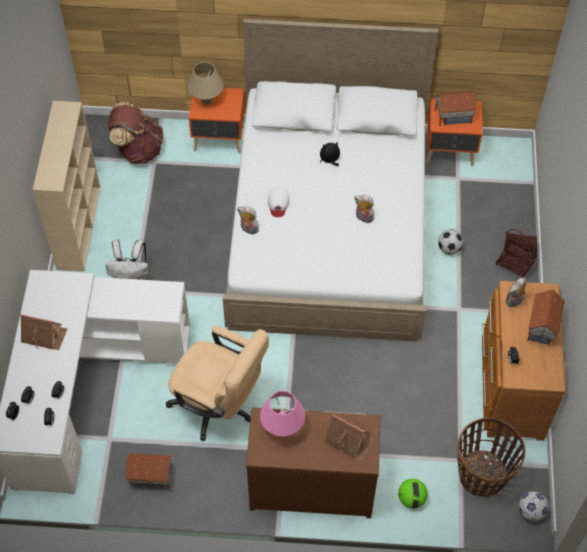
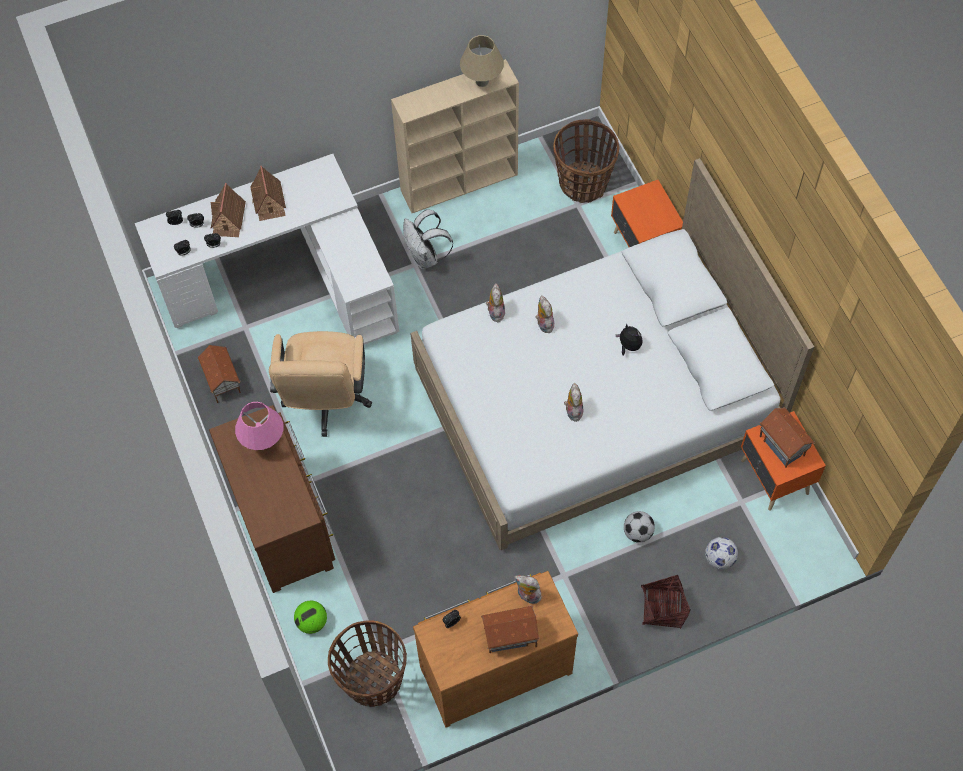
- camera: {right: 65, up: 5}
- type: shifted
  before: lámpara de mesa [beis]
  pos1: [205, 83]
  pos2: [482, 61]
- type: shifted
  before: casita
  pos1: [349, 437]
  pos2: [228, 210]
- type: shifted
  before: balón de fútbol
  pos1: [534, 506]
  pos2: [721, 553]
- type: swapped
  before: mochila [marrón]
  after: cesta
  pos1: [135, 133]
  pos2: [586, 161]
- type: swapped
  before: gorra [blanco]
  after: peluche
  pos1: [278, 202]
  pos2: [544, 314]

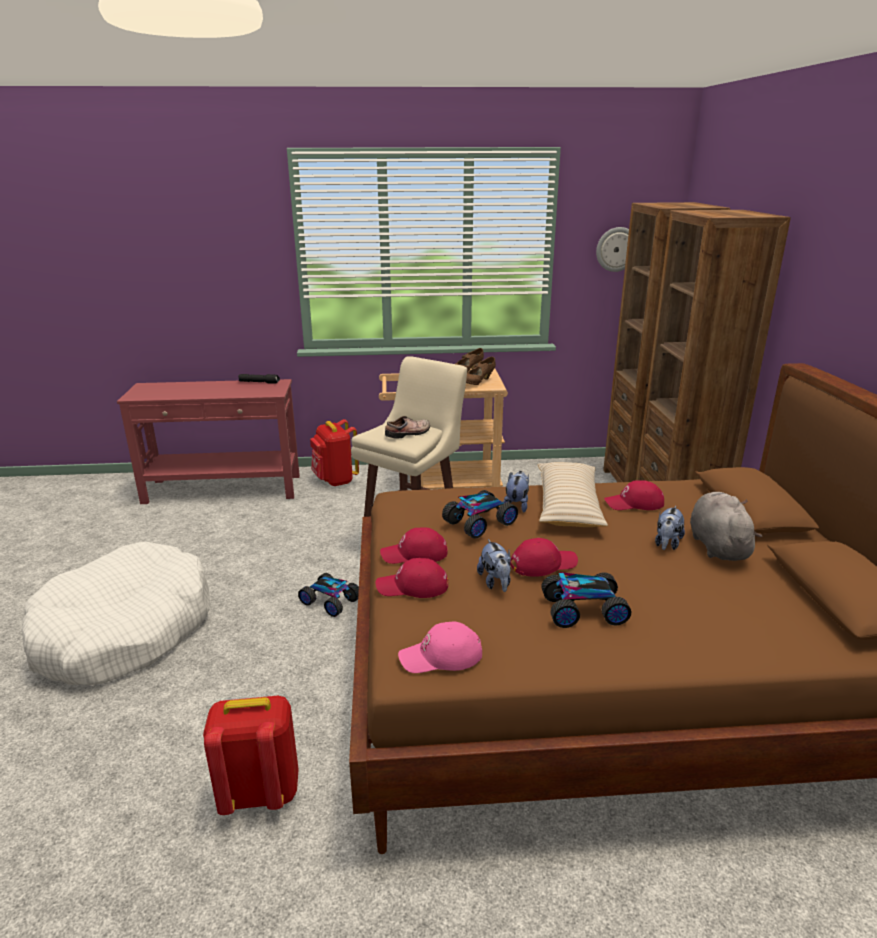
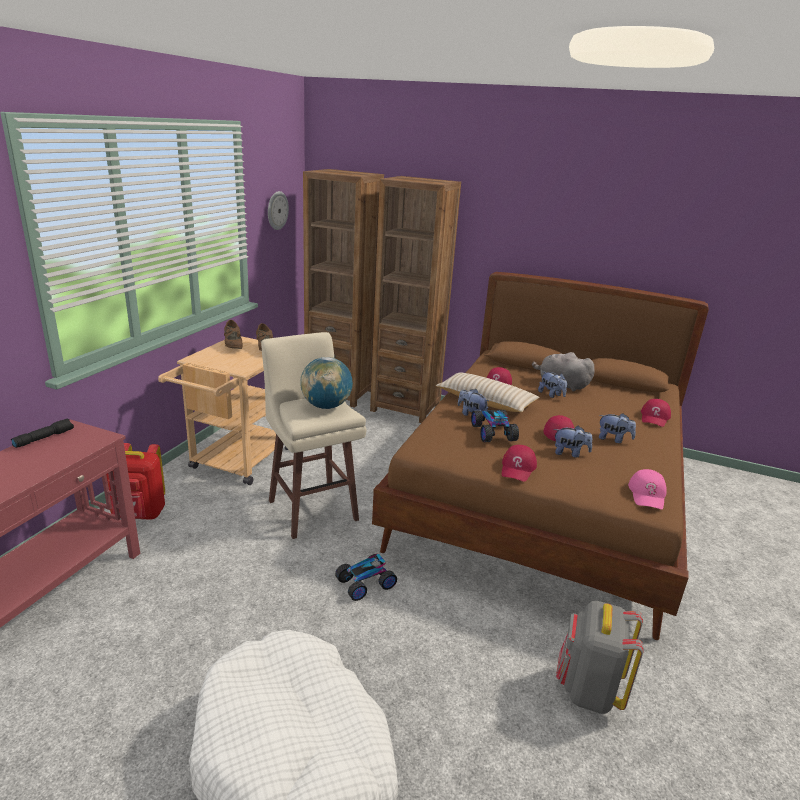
- camera: {right: -65, up: 0}
- type: shifted
  before: gorra [rojo]
  pos1: [412, 578]
  pos2: [656, 413]
- type: swapped
  before: zapato
  after: globo terráqueo
  pos1: [407, 427]
  pos2: [326, 383]
- type: swapped
  before: coche de juguete
  after: peluche
  pos1: [586, 600]
  pos2: [617, 428]
- type: repainted
  before: mochila [rojo]
  after: mochila [gris]
  pos1: [251, 755]
  pos2: [600, 657]

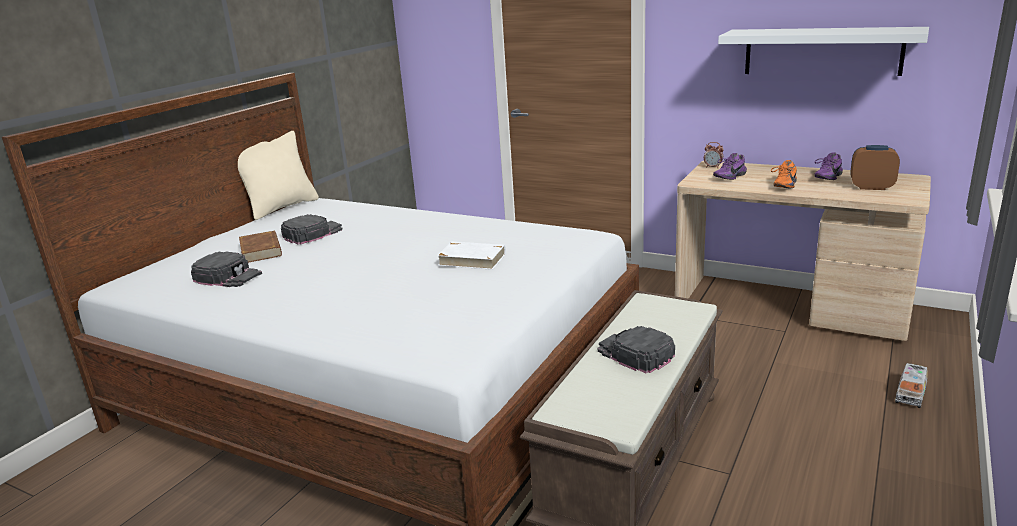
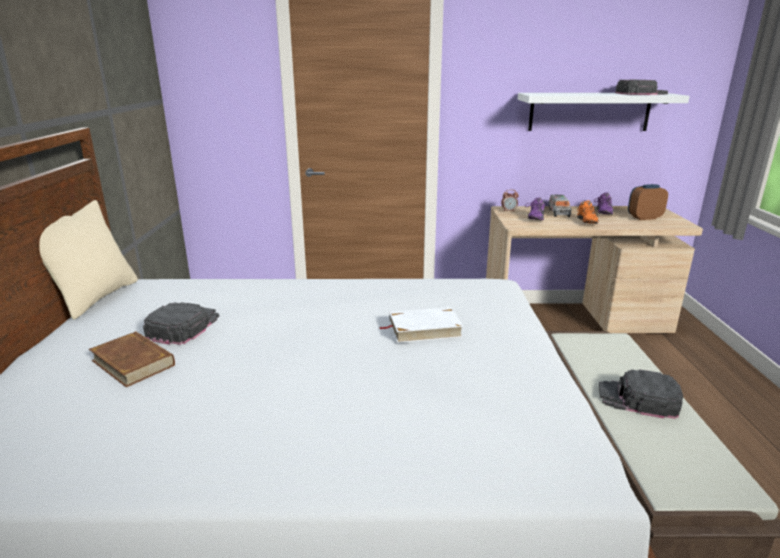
- camera: {right: -30, up: 0}
- type: shifted
  before: gorra [negro]
  pos1: [226, 269]
  pos2: [641, 87]
- type: shifted
  before: camión de juguete
  pos1: [911, 385]
  pos2: [559, 206]

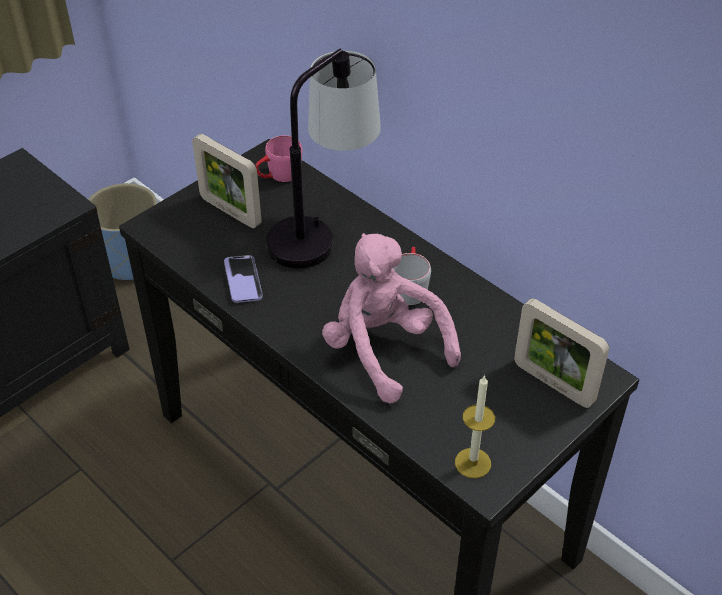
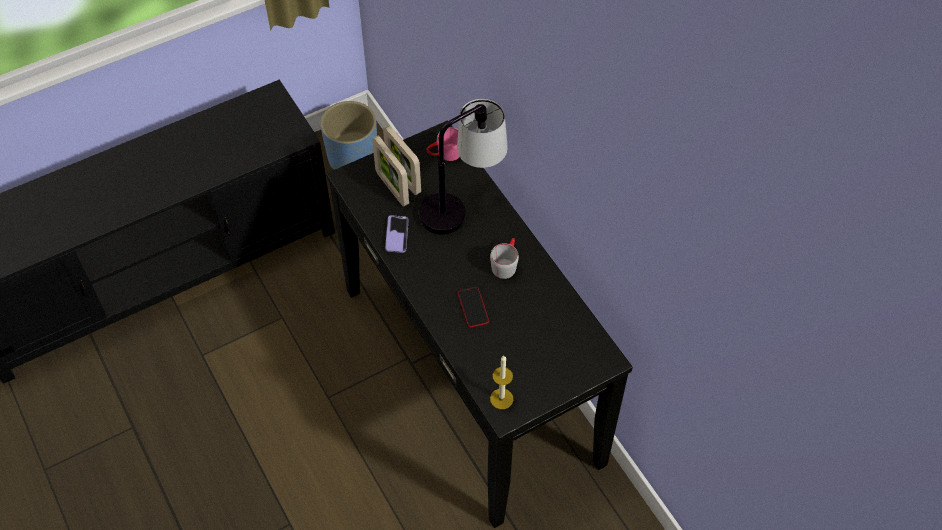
- camera: {right: 15, up: 10}
- type: shifted
  before: portarretratos
  pos1: [561, 353]
  pos2: [390, 171]
- type: swapped
  before: peluche [rosa]
  after: móvil
  pos1: [391, 318]
  pos2: [473, 307]

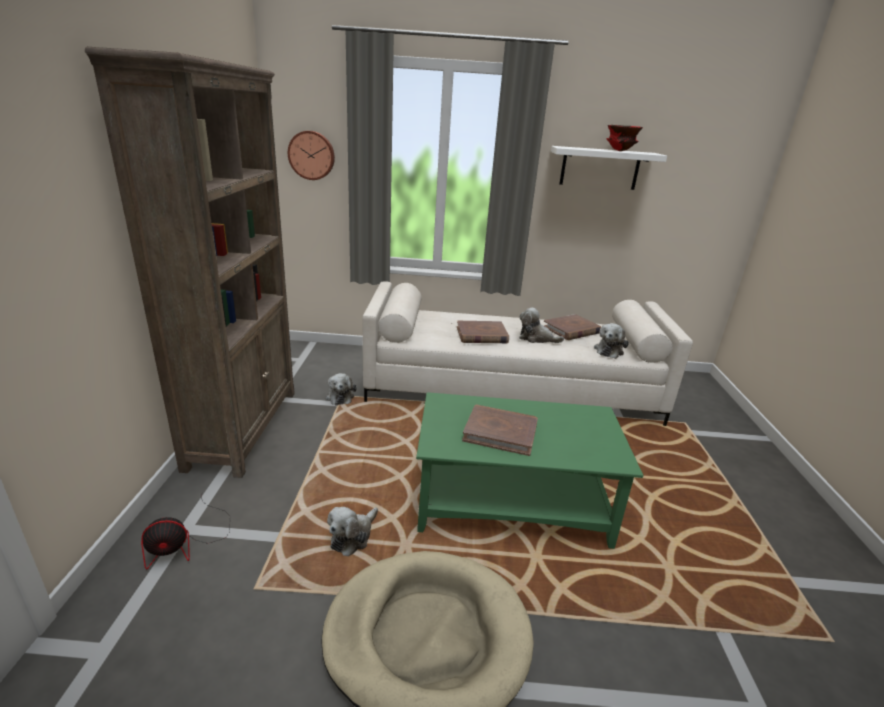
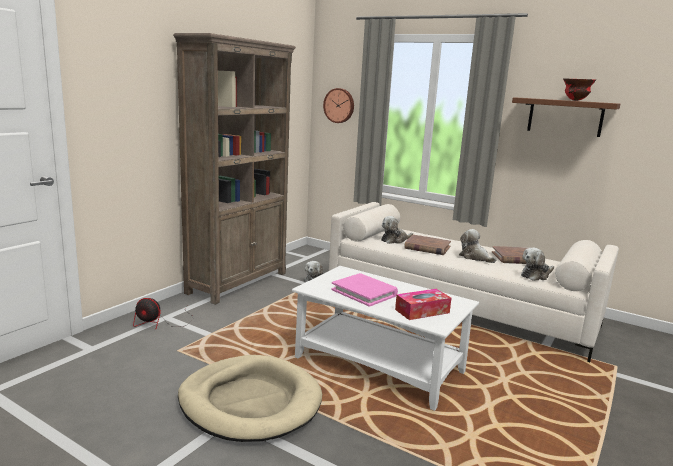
- camera: {right: 30, up: -10}
- type: new
  after: caja de pañuelos
  pos2: [423, 304]
- type: shifted
  before: peluche
  pos1: [352, 531]
  pos2: [397, 230]
- type: repainted
  before: mesa de centro [verde]
  after: mesa de centro [blanco]
  pos1: [529, 470]
  pos2: [385, 338]
- type: repainted
  before: libro [marrón]
  after: libro [rosa]
  pos1: [500, 430]
  pos2: [364, 290]
- type: repainted
  before: estante [blanco]
  after: estante [marrón]
  pos1: [609, 168]
  pos2: [566, 117]

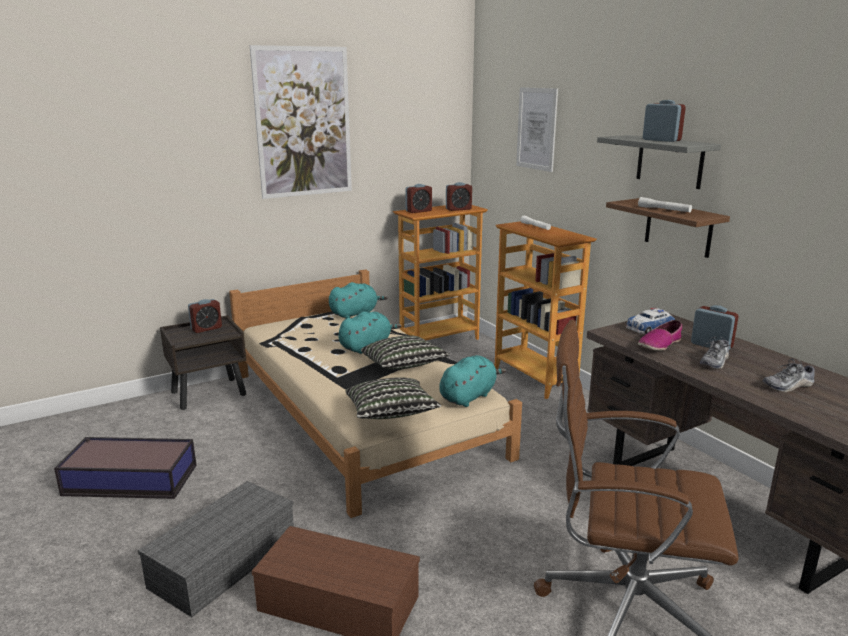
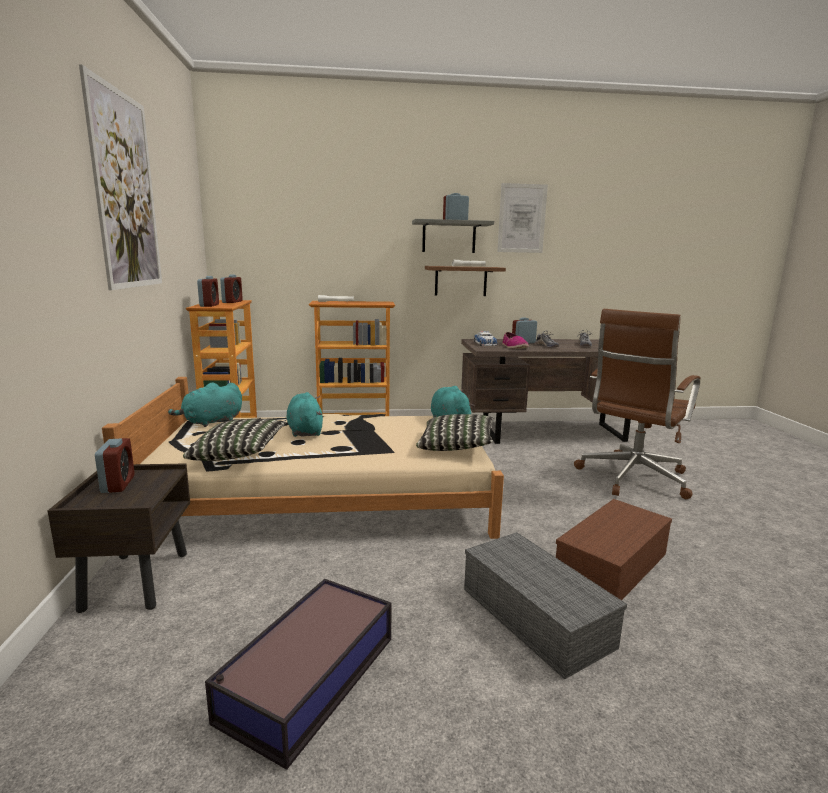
- camera: {right: -65, up: -5}
- type: shifted
  before: cojín
  pos1: [405, 352]
  pos2: [234, 440]
- type: shifted
  before: cuadro
  pos1: [537, 129]
  pos2: [522, 218]
- type: rotated
  before: peluche [turquesa]
  pos1: [358, 300]
  pos2: [205, 404]
  turn: -120

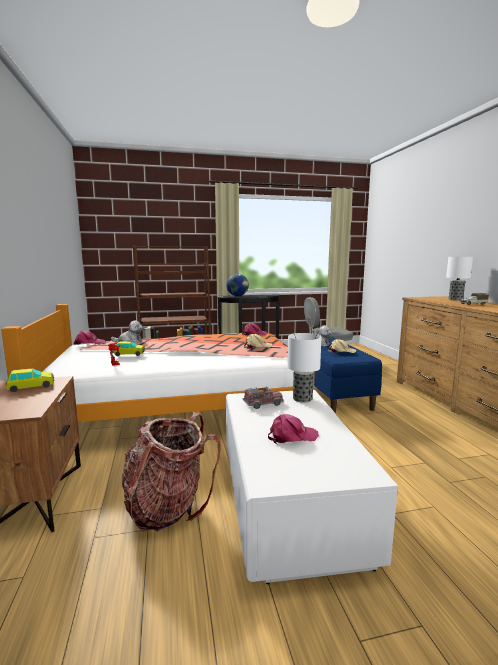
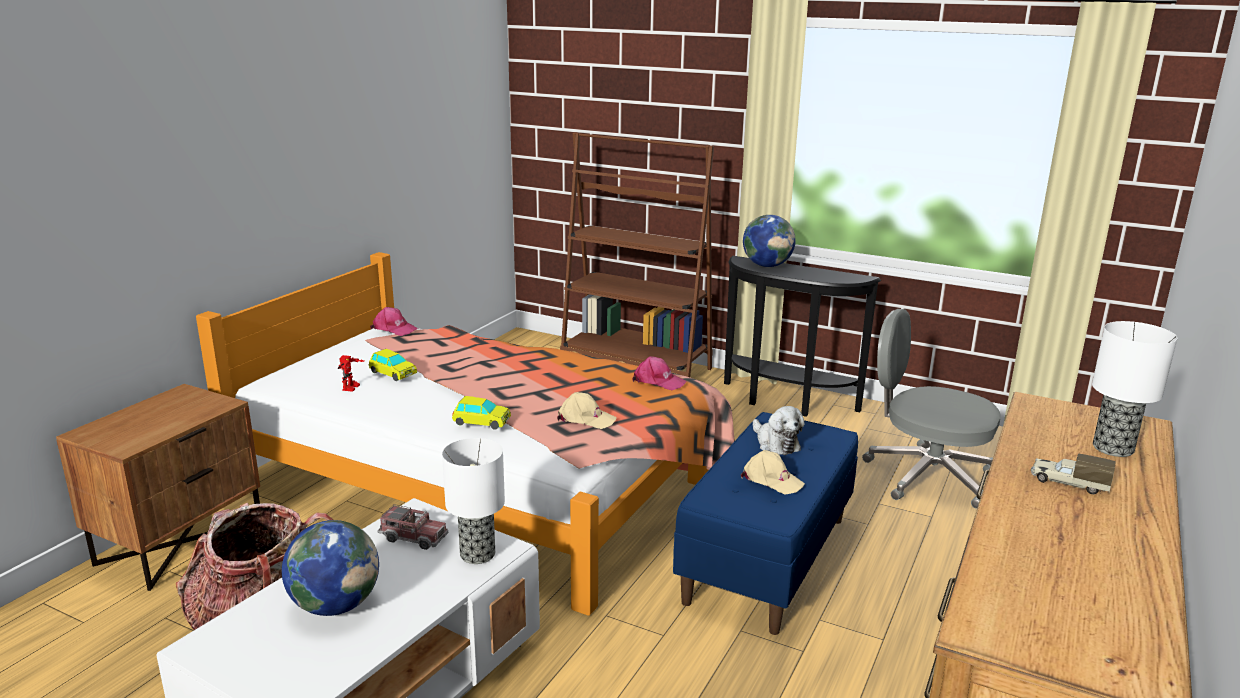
- camera: {right: 40, up: 10}
- type: gone
  before: peluche
  pos1: [127, 331]
- type: shifted
  before: coche de juguete
  pos1: [30, 380]
  pos2: [481, 413]
- type: swapped
  before: gorra [rosa]
  after: globo terráqueo
  pos1: [293, 429]
  pos2: [330, 568]

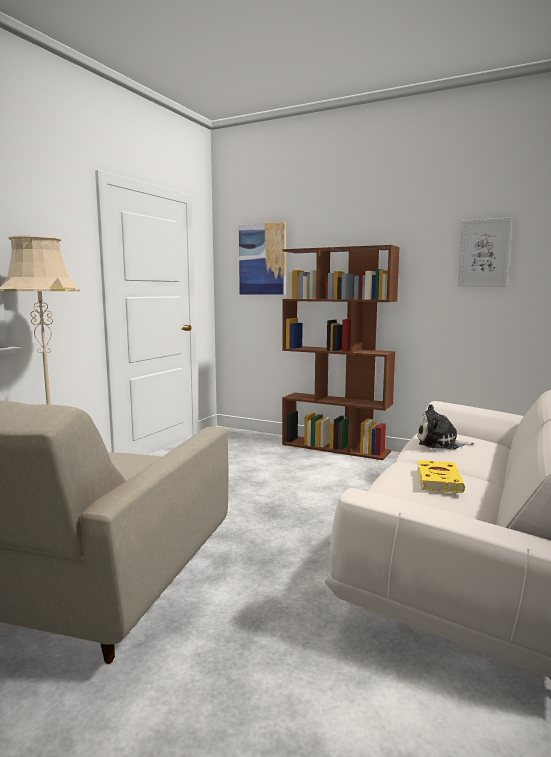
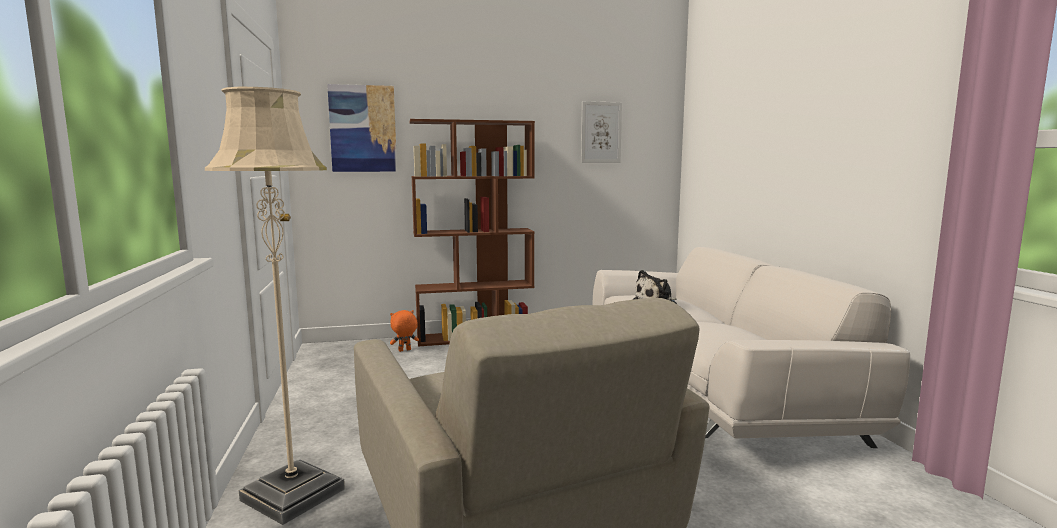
- camera: {right: -40, up: 0}
- type: gone
  before: libro [amarillo]
  pos1: [441, 476]
- type: new
  after: peluche [naranja]
  pos2: [404, 331]

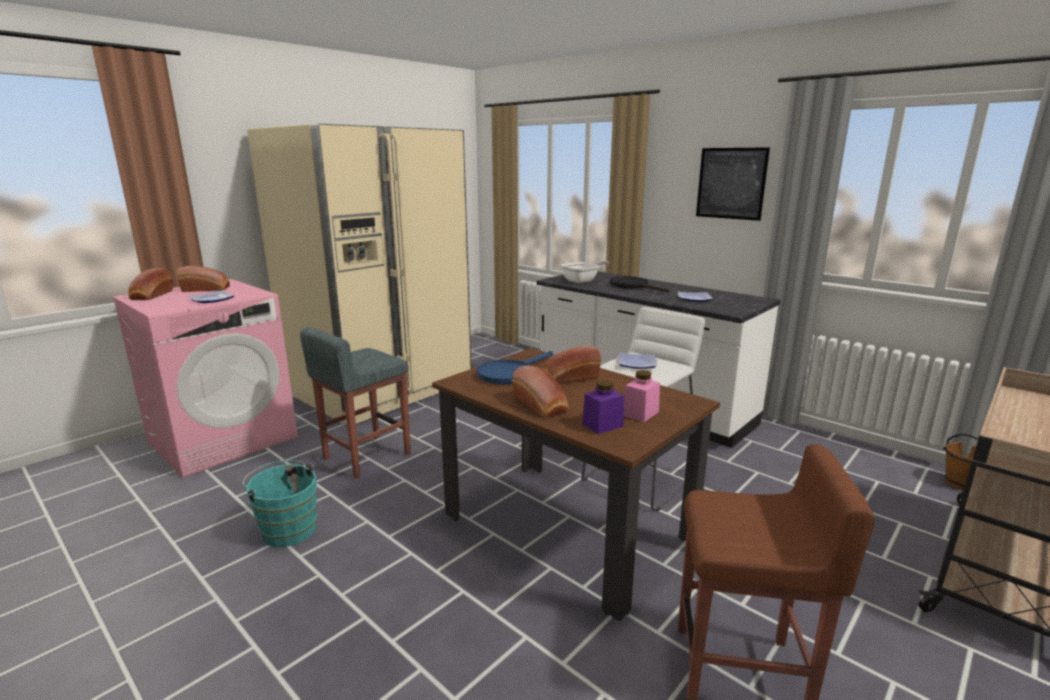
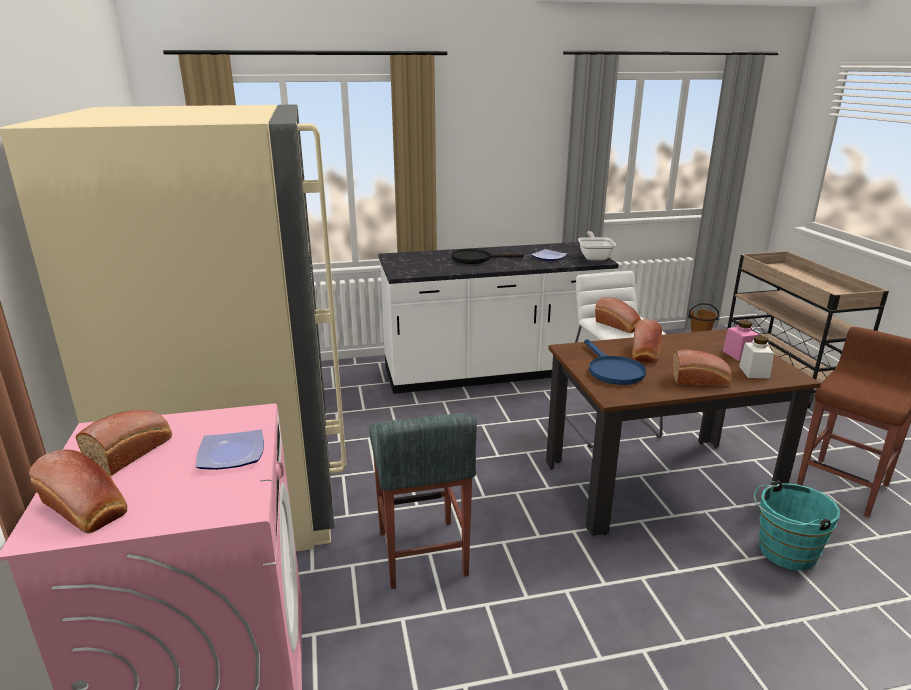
- camera: {right: -55, up: 5}
- type: gone
  before: cuadro
  pos1: [733, 184]
- type: shifted
  before: cubo [turquesa]
  pos1: [280, 503]
  pos2: [797, 526]
- type: shifted
  before: sartén
  pos1: [585, 271]
  pos2: [597, 245]
- type: swapped
  before: plato
  after: pan
  pos1: [637, 361]
  pos2: [618, 315]
- type: repainted
  before: tarro [morado]
  after: tarro [blanco]
  pos1: [603, 407]
  pos2: [756, 357]

